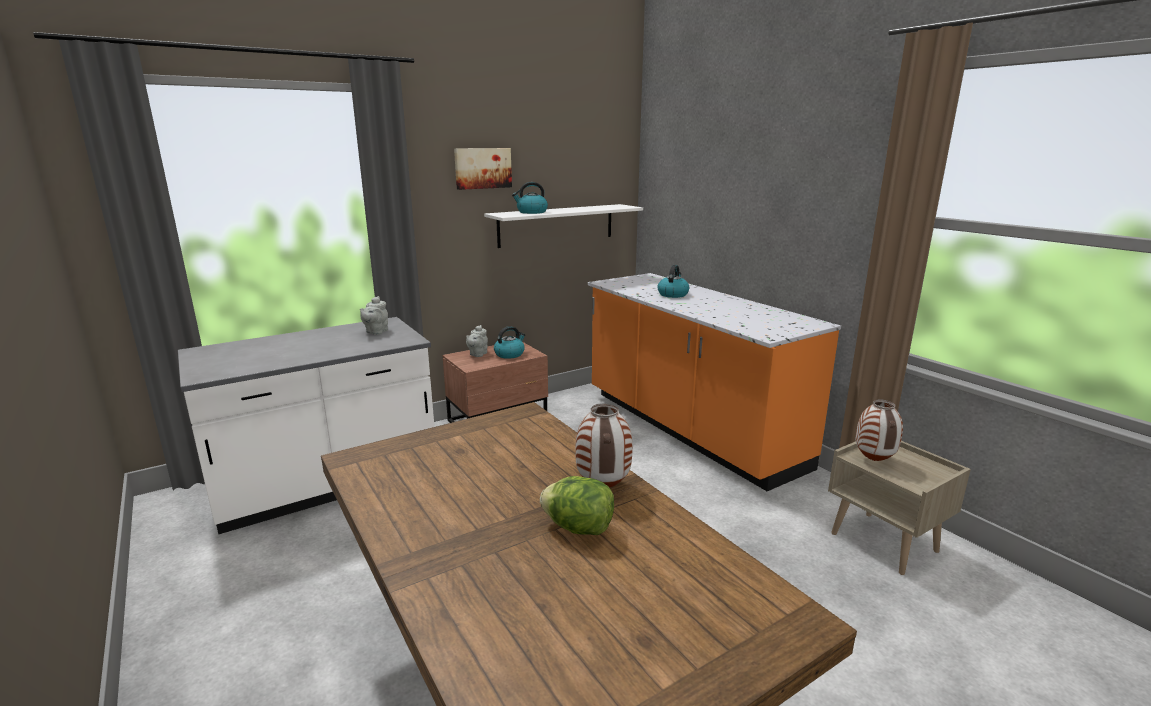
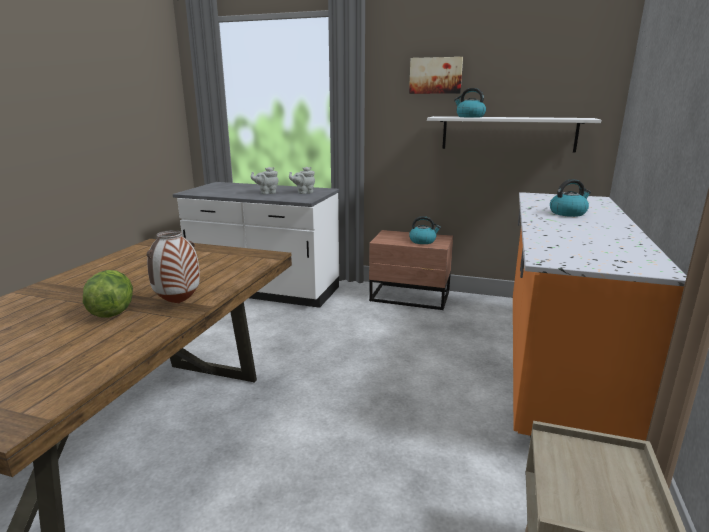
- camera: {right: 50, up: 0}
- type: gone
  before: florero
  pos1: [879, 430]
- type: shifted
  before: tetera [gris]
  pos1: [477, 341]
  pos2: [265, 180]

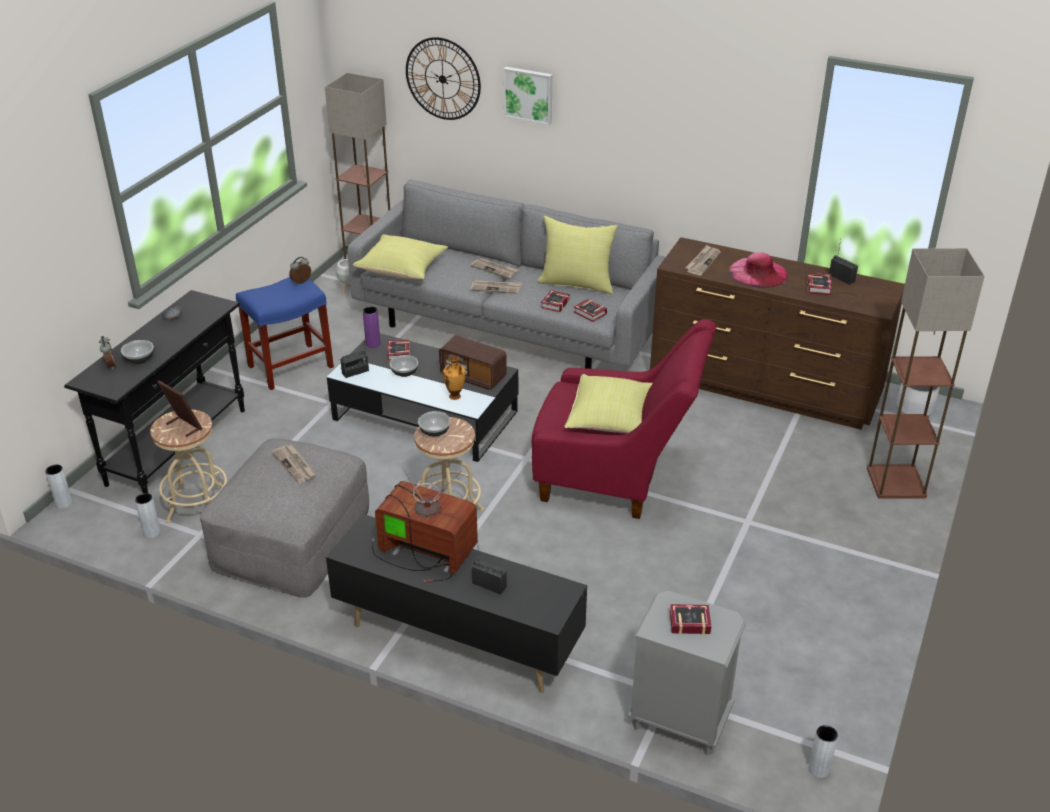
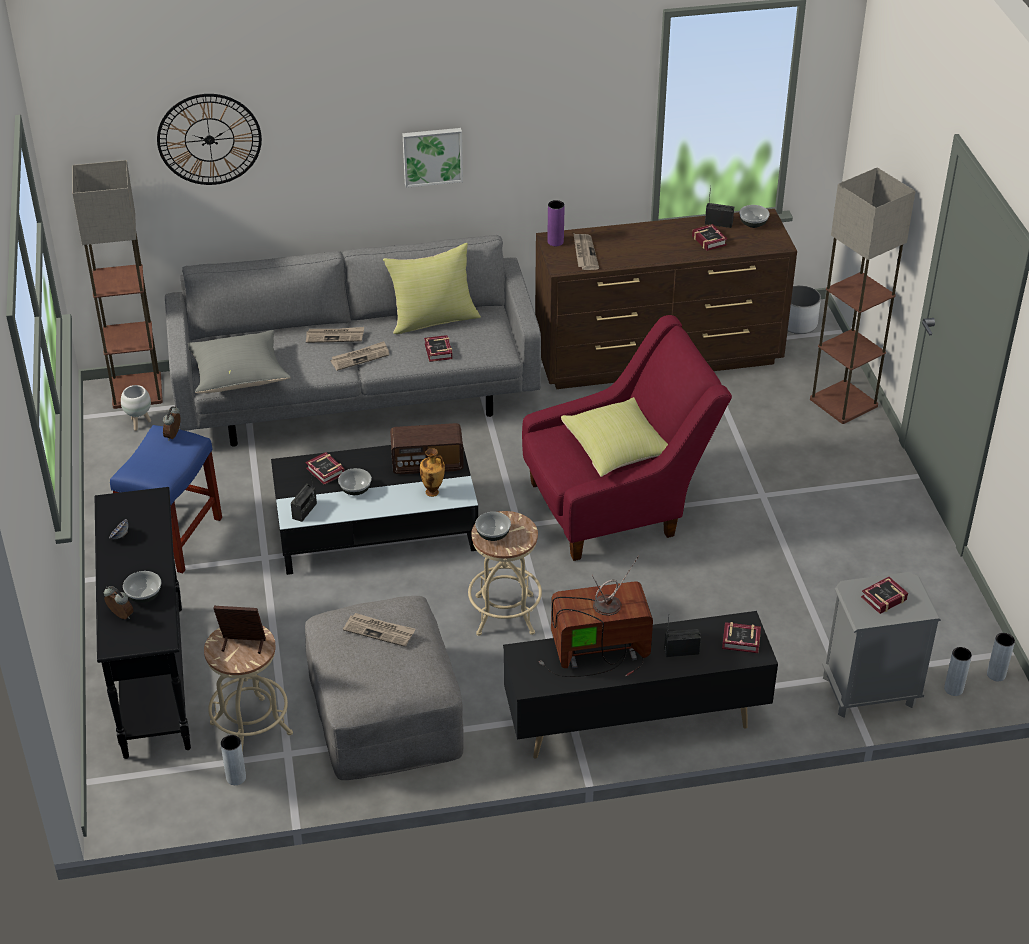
- camera: {right: -35, up: 5}
- type: gone
  before: sombrero [rosa]
  pos1: [758, 270]
- type: new
  after: cuenco
  pos2: [754, 216]
- type: shifted
  before: florero [gris]
  pos1: [58, 486]
  pos2: [958, 671]
- type: shifted
  before: florero [morado]
  pos1: [371, 327]
  pos2: [556, 223]
- type: shifted
  before: cuadro
  pos1: [527, 96]
  pos2: [432, 158]
- type: shifted
  before: libro
  pos1: [590, 310]
  pos2: [741, 637]
- type: repainted
  before: cojín [amarillo]
  after: cojín [gris]
  pos1: [400, 256]
  pos2: [239, 362]

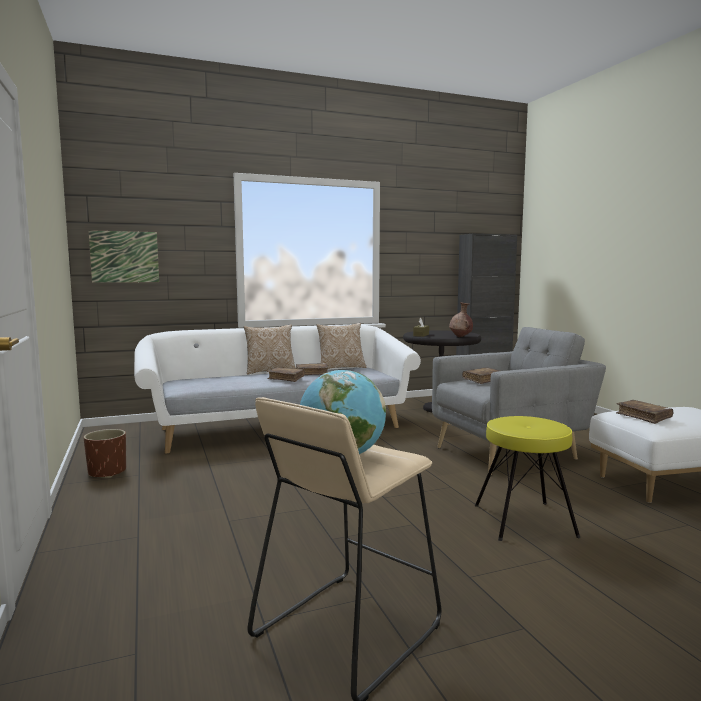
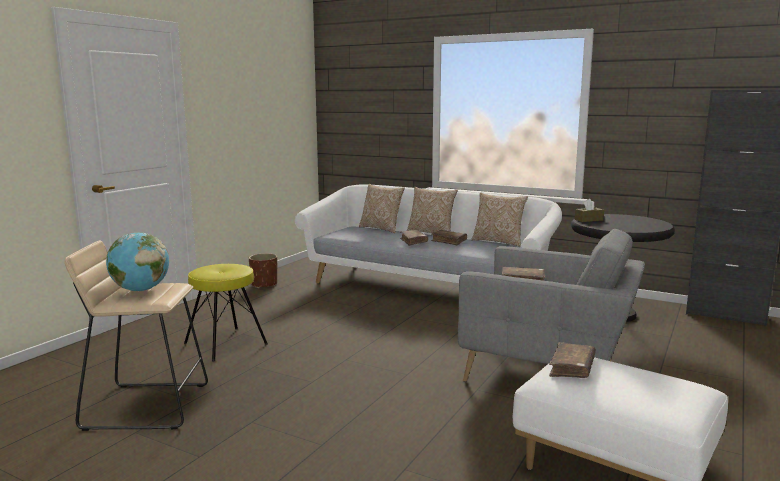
- camera: {right: 50, up: 5}
- type: gone
  before: cuadro
  pos1: [123, 256]
- type: gone
  before: florero [marrón]
  pos1: [461, 319]
- type: new
  after: cojín
  pos2: [382, 208]
- type: shifted
  before: taburete [amarillo]
  pos1: [527, 478]
  pos2: [226, 313]

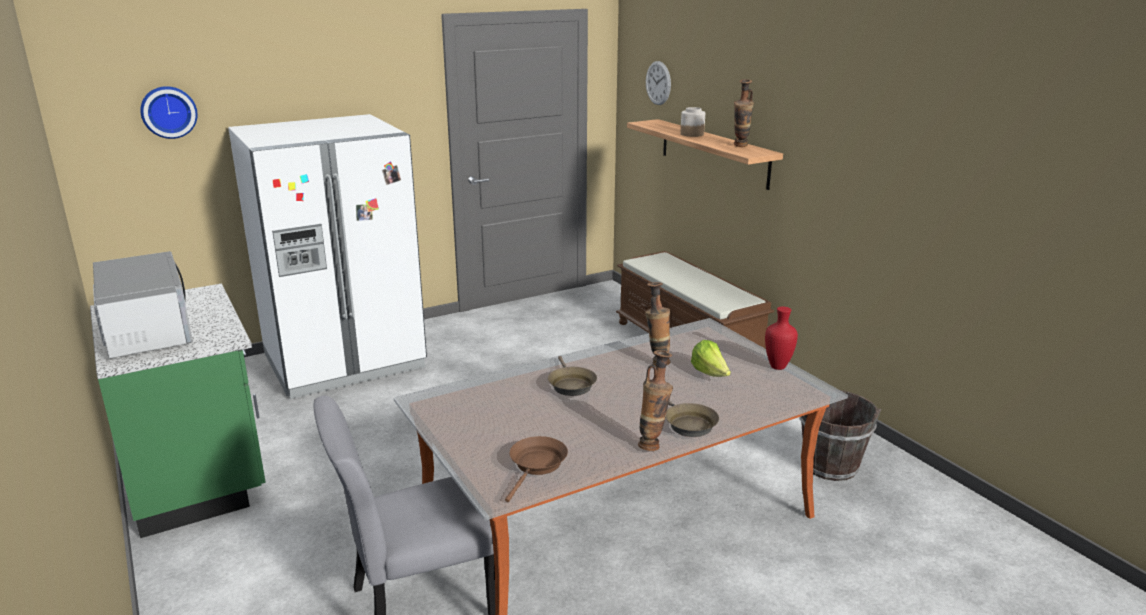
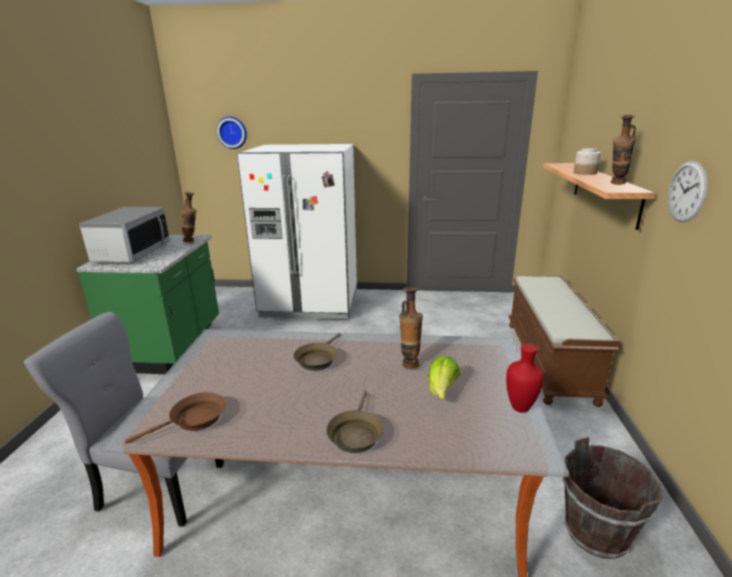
- camera: {right: 35, up: 0}
- type: shifted
  before: florero
  pos1: [655, 400]
  pos2: [189, 217]
- type: shifted
  before: reloj de pared
  pos1: [658, 83]
  pos2: [687, 191]

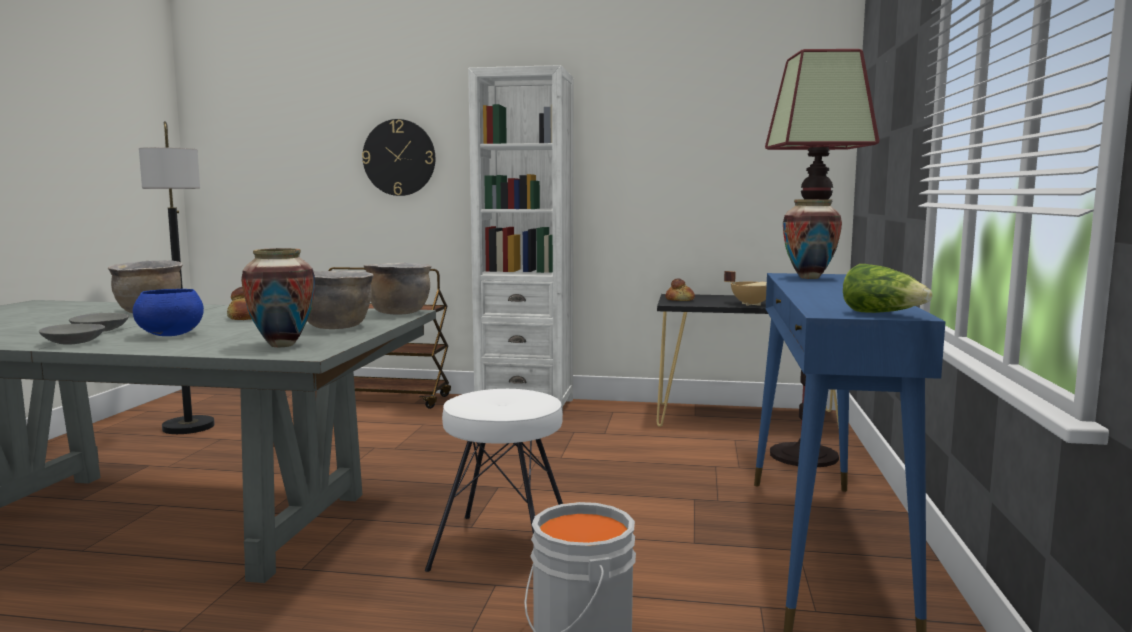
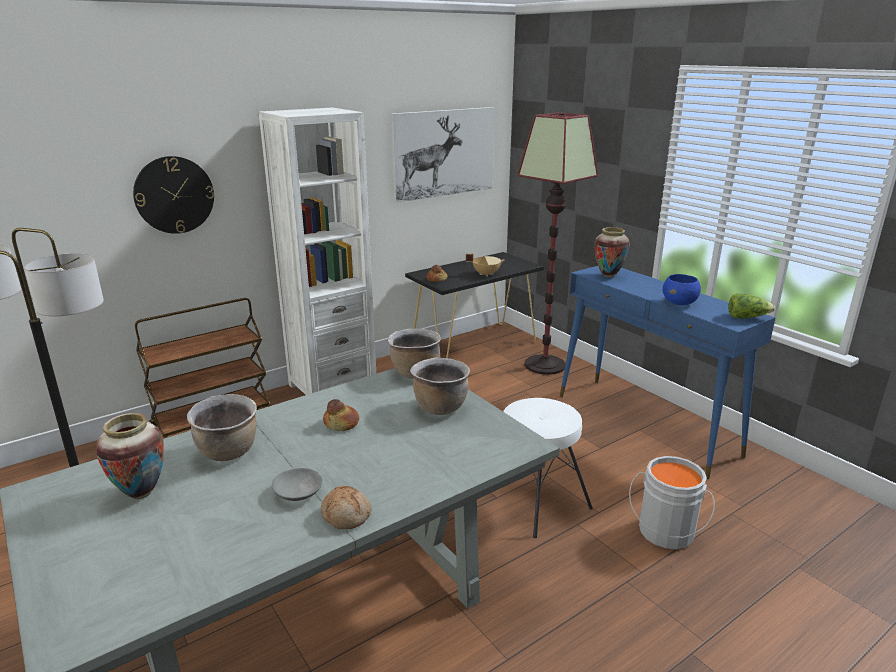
- camera: {right: -45, up: 15}
- type: new
  after: cuadro
  pos2: [443, 155]
- type: shifted
  before: cuenco [azul]
  pos1: [168, 312]
  pos2: [681, 289]
- type: shifted
  before: florero
  pos1: [278, 297]
  pos2: [130, 456]
- type: swapped
  before: cuenco [gris]
  after: pan
  pos1: [72, 334]
  pos2: [345, 507]

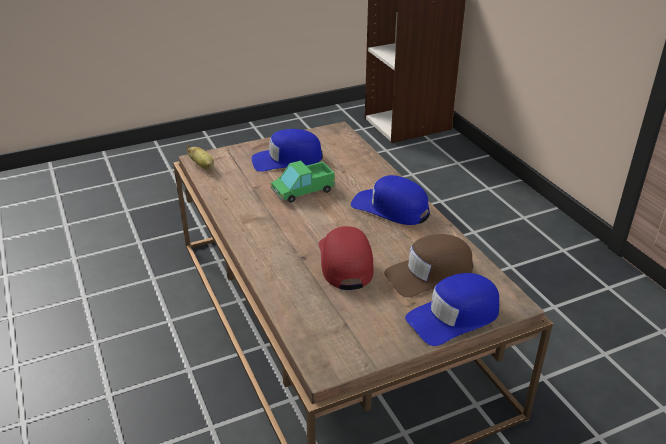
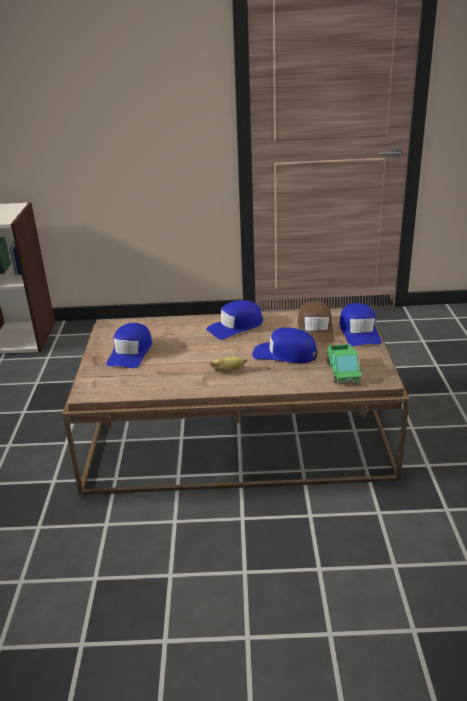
- camera: {right: -65, up: -5}
- type: shifted
  before: plátano
  pos1: [200, 156]
  pos2: [228, 364]
- type: shifted
  before: camión de juguete
  pos1: [303, 181]
  pos2: [345, 363]
- type: repainted
  before: gorra [rojo]
  after: gorra [azul]
  pos1: [346, 258]
  pos2: [284, 345]

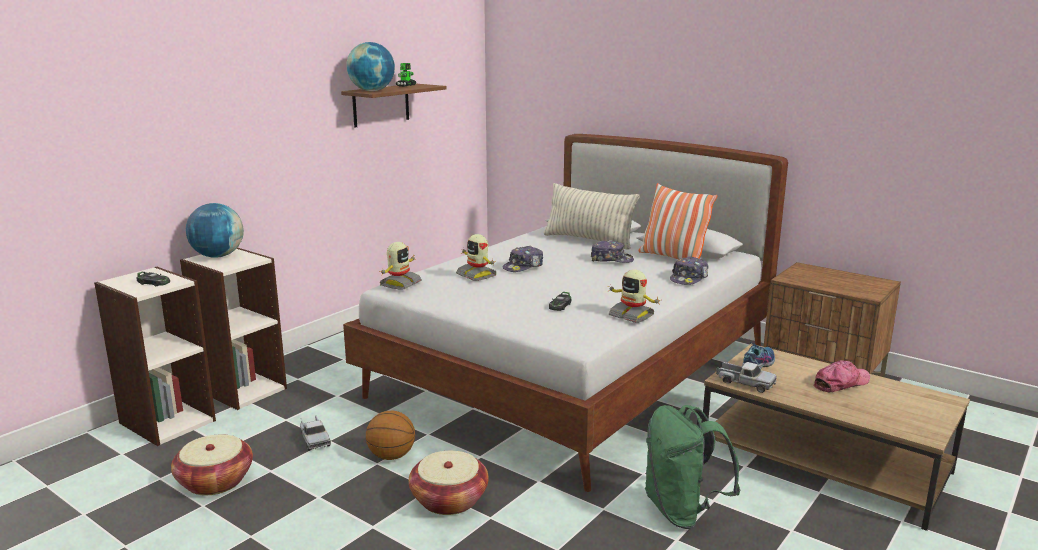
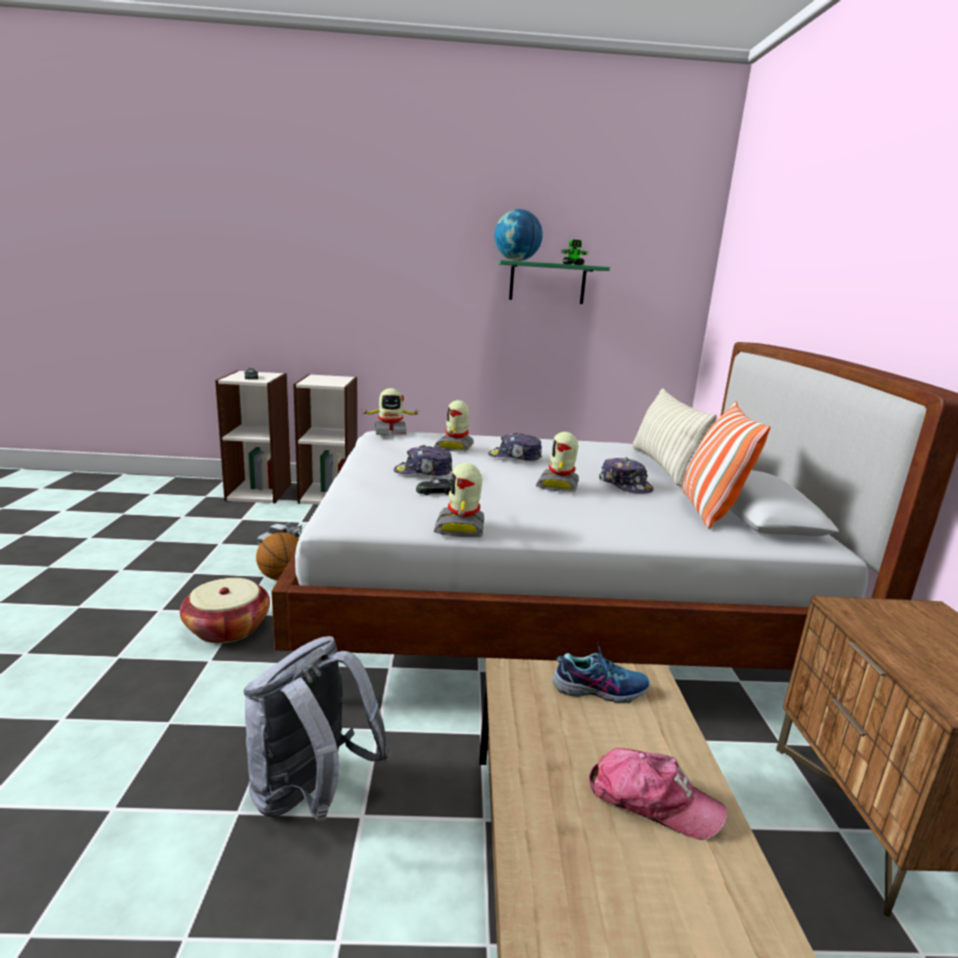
- camera: {right: 50, up: 0}
- type: gone
  before: cesta
  pos1: [212, 465]
- type: gone
  before: globo terráqueo
  pos1: [215, 230]
- type: gone
  before: camión de juguete
  pos1: [746, 377]
- type: new
  after: robot de juguete
  pos2: [557, 462]
- type: shifted
  before: gorra
  pos1: [689, 270]
  pos2: [423, 460]
- type: repainted
  before: estante [marrón]
  after: estante [verde]
  pos1: [394, 106]
  pos2: [554, 282]
- type: repainted
  before: mochila [verde]
  after: mochila [gris]
  pos1: [692, 467]
  pos2: [317, 728]

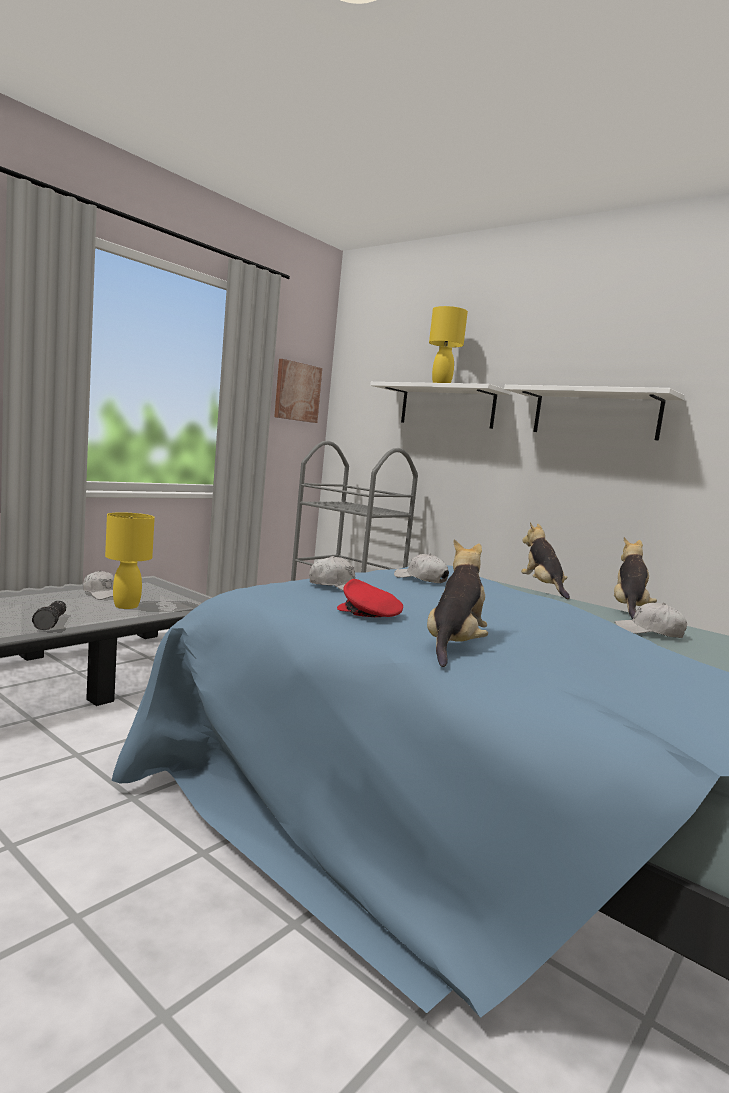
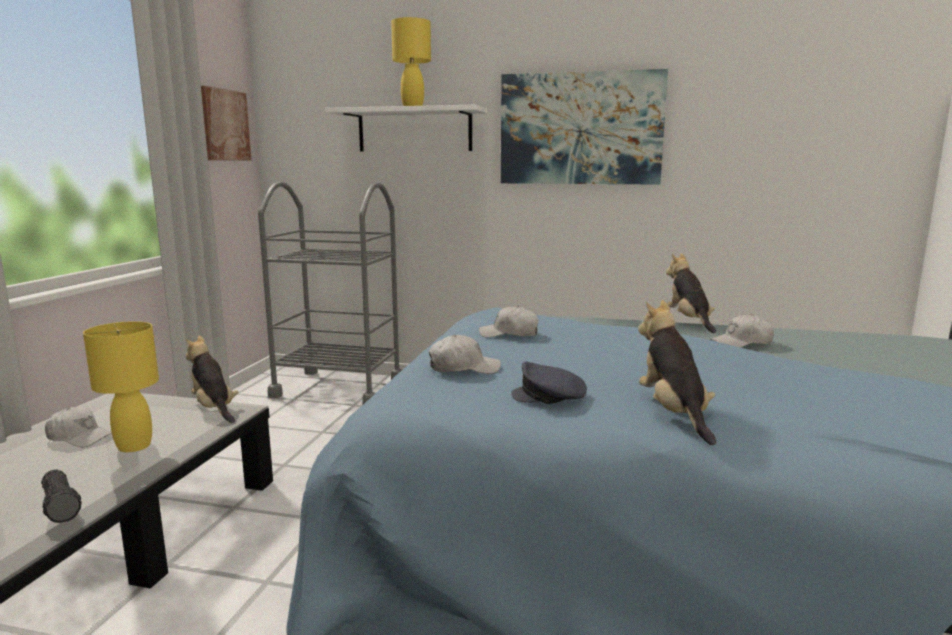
- camera: {right: -25, up: 5}
- type: shifted
  before: peluche
  pos1: [545, 560]
  pos2: [212, 379]
- type: swapped
  before: estante [blanco]
  after: cuadro
  pos1: [594, 413]
  pos2: [584, 127]
- type: repainted
  before: gorra [rojo]
  after: gorra [gris]
  pos1: [370, 598]
  pos2: [549, 383]

